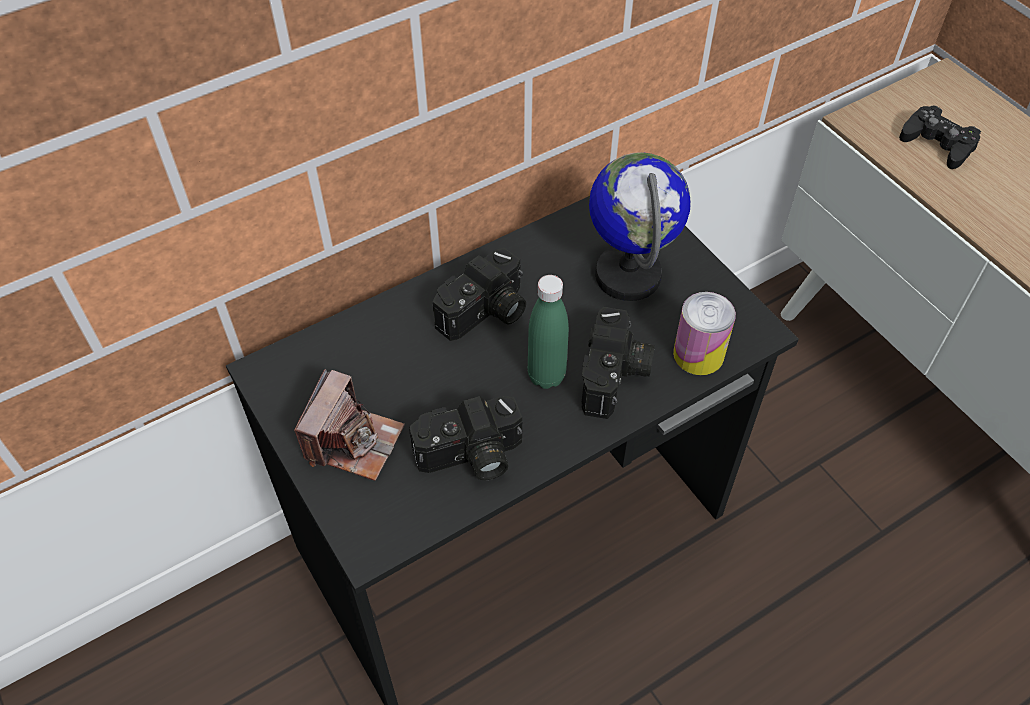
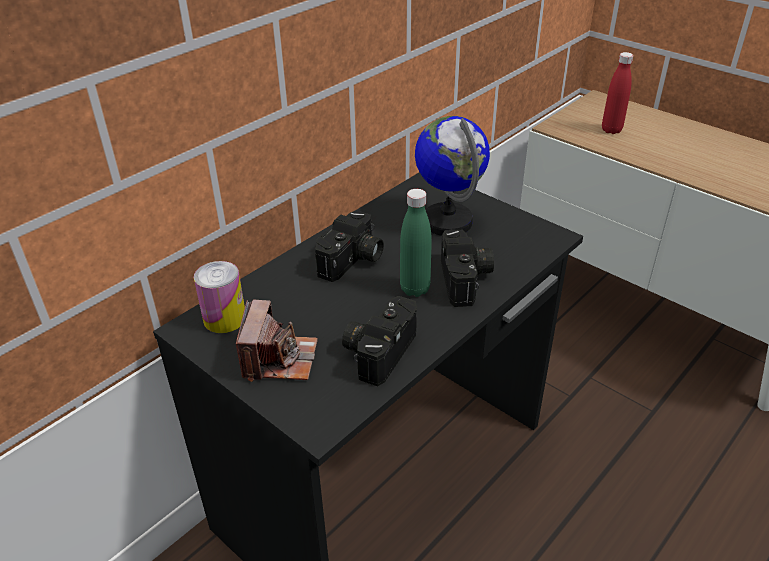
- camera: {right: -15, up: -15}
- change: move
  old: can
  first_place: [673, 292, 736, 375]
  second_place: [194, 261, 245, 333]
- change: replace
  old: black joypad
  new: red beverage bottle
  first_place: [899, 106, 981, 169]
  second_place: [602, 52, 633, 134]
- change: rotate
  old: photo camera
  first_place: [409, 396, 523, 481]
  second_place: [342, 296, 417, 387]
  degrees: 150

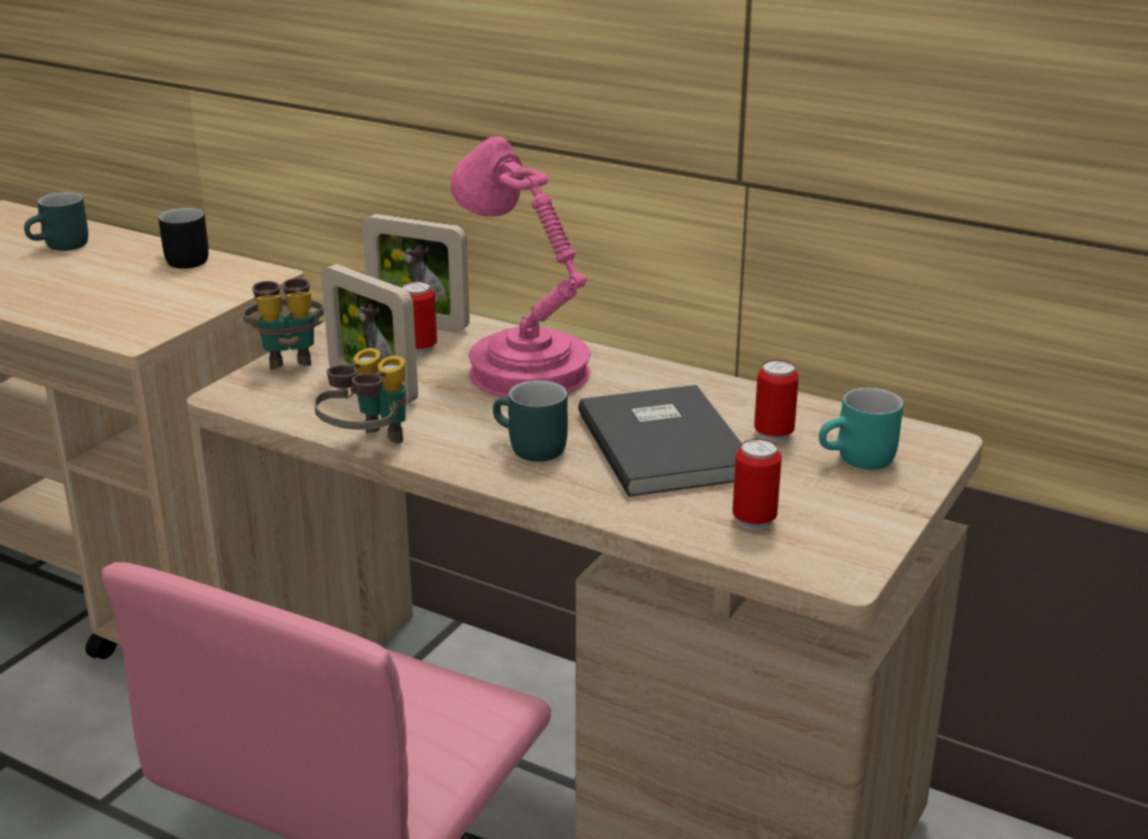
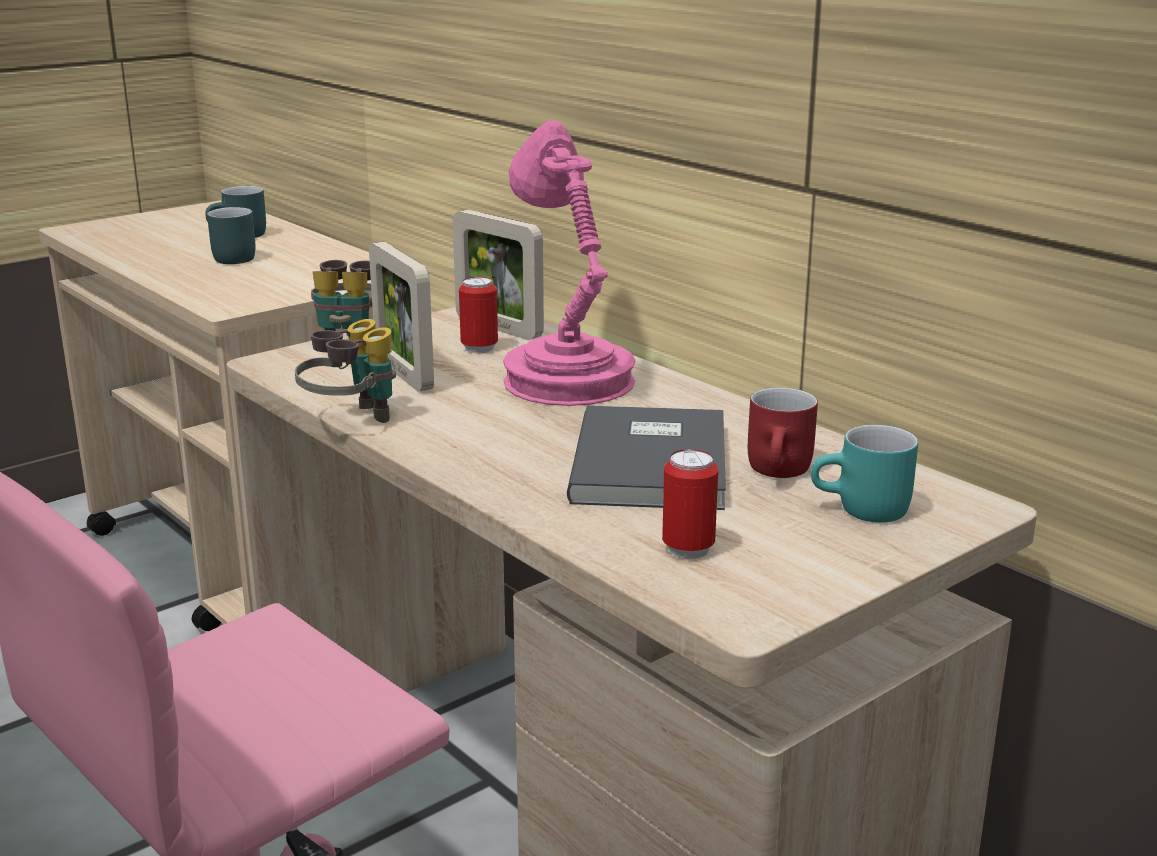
- camera: {right: 20, up: -5}
- change: delete
  old: black mug
  first_place: [158, 208, 209, 269]
- change: move
  old: turquoise mug
  first_place: [493, 380, 568, 462]
  second_place: [207, 207, 256, 264]
- change: replace
  old: can
  new: red mug
  first_place: [754, 360, 799, 442]
  second_place: [748, 388, 818, 478]

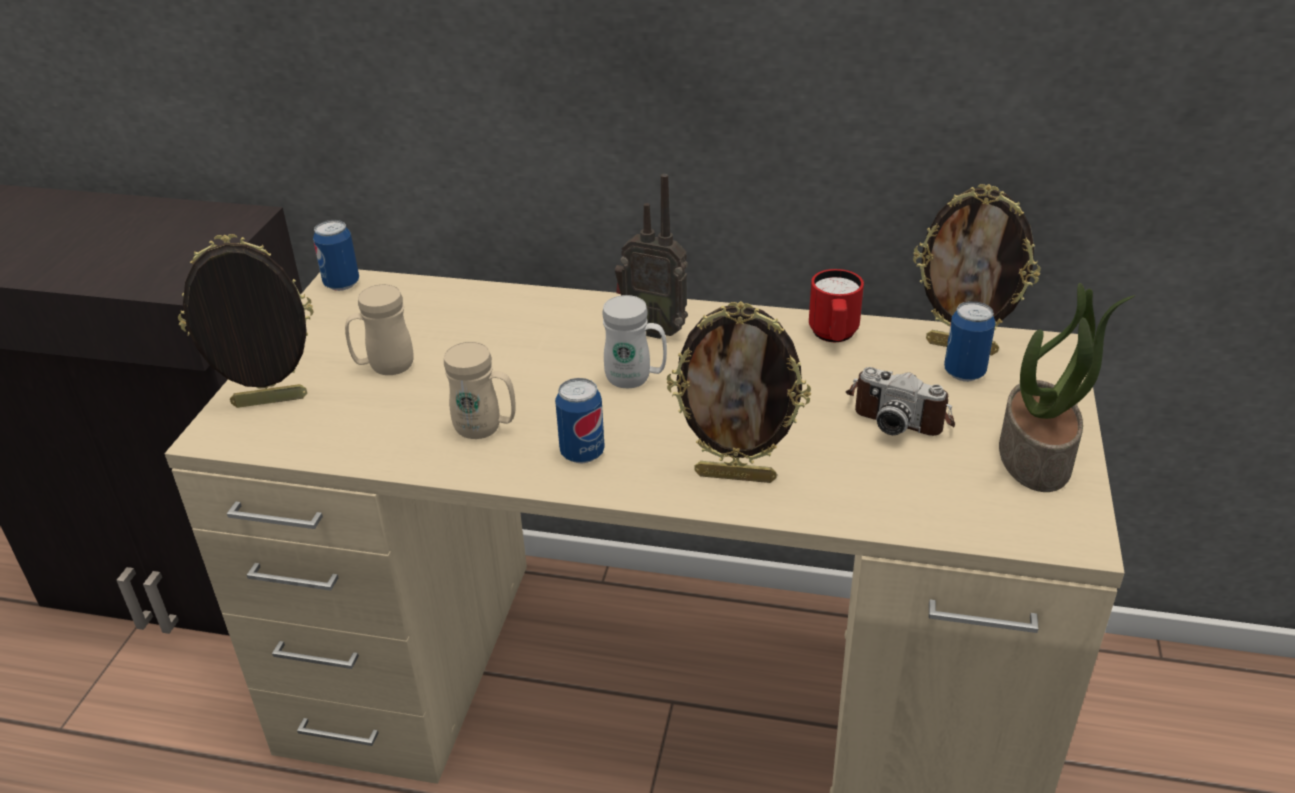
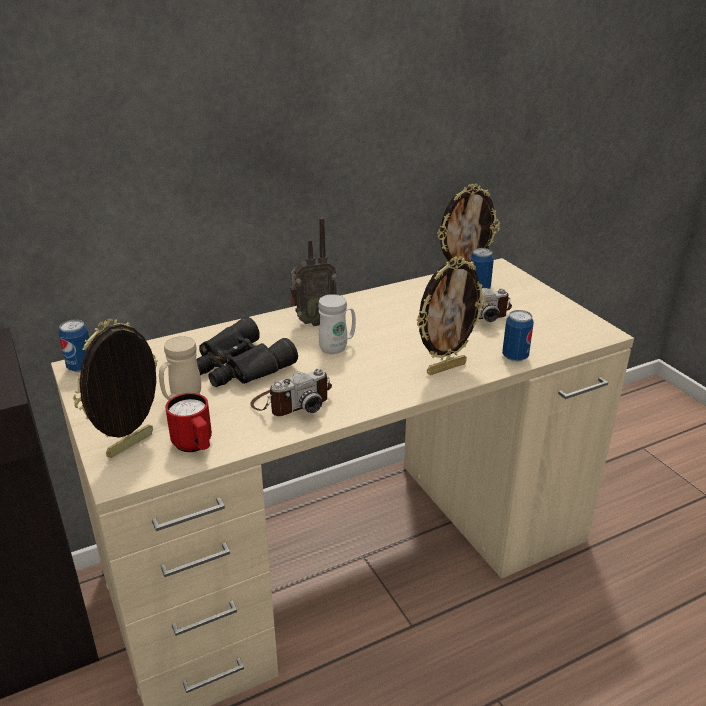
- camera: {right: -40, up: -5}
- change: delete
  old: potted plant
  first_place: [999, 283, 1135, 492]
- change: insert
  new: black binoculars
  second_place: [197, 317, 298, 387]
- change: move
  old: can
  first_place: [555, 378, 605, 463]
  second_place: [502, 310, 534, 362]
- change: move
  old: red mug
  first_place: [809, 269, 864, 342]
  second_place: [165, 393, 212, 452]
- change: replace
  old: sand-coloured mug
  new: photo camera
  first_place: [444, 342, 516, 439]
  second_place: [250, 368, 332, 416]

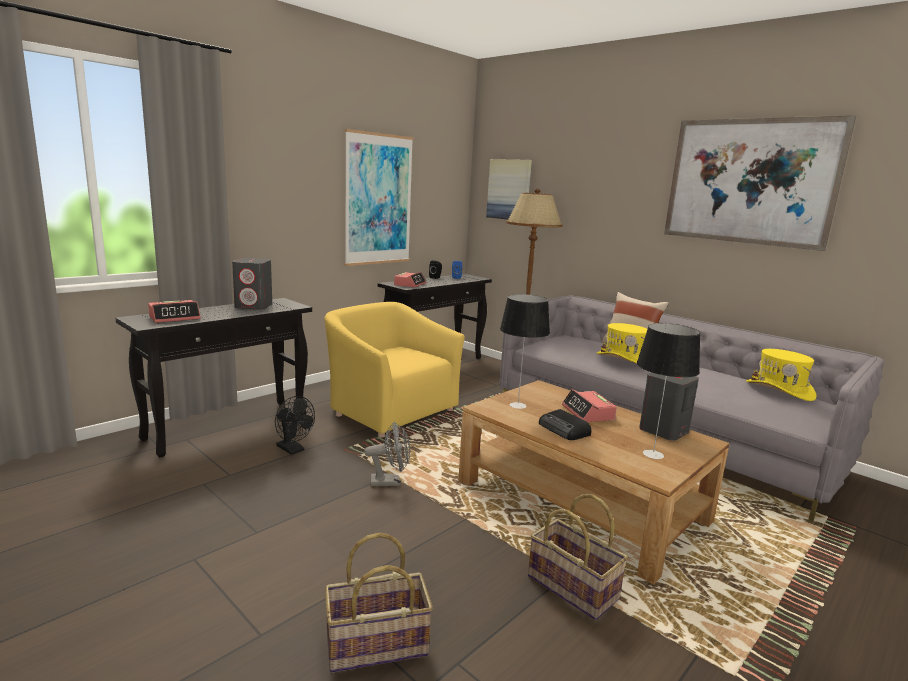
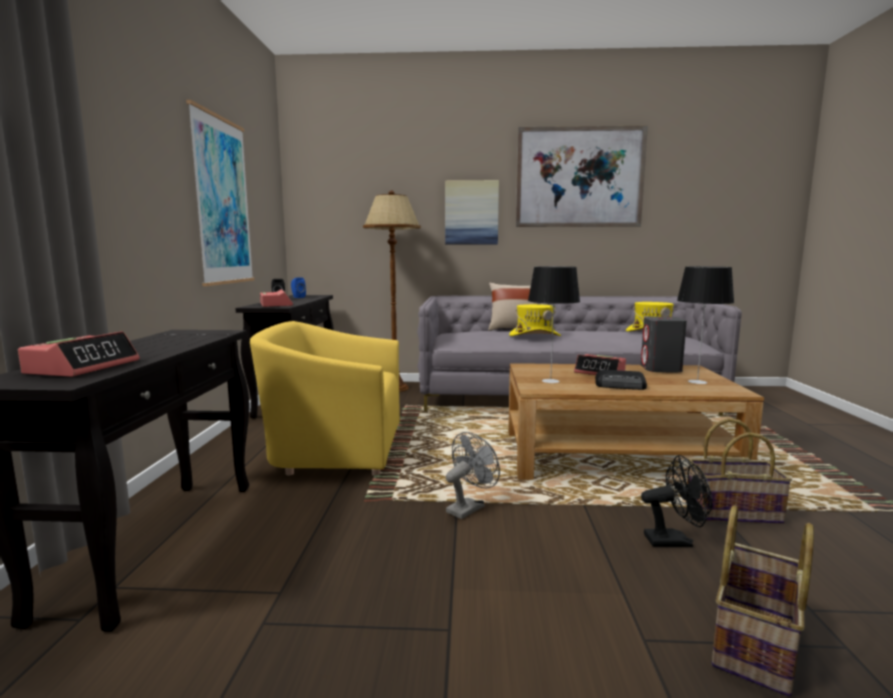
- camera: {right: -40, up: -5}
- change: delete
  old: greyish loudspeaker
  first_place: [232, 258, 272, 310]
- change: move
  old: black fan
  first_place: [275, 396, 315, 455]
  second_place: [641, 455, 712, 547]
- change: move
  old: wall art
  first_place: [486, 159, 532, 220]
  second_place: [445, 180, 499, 245]

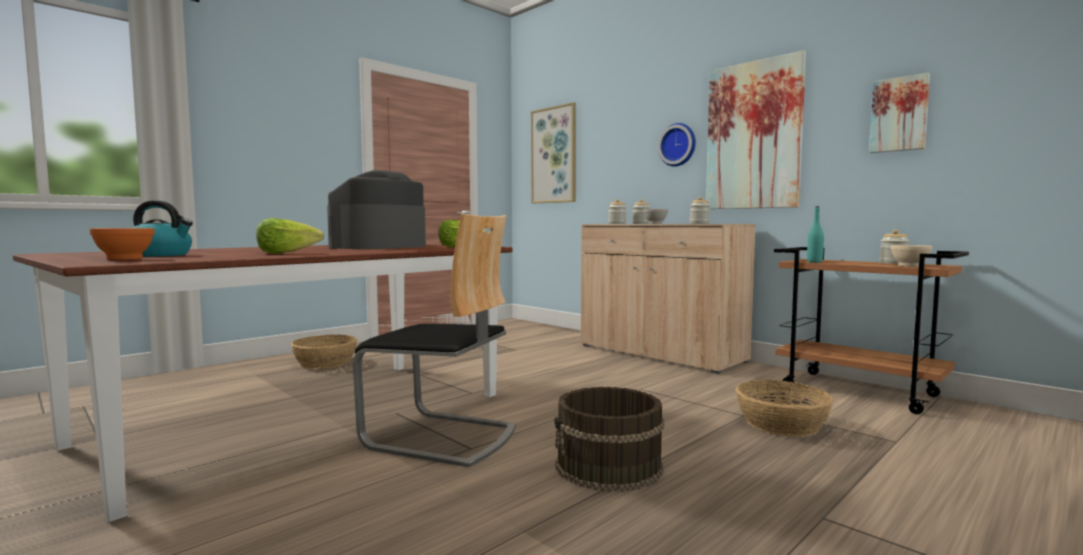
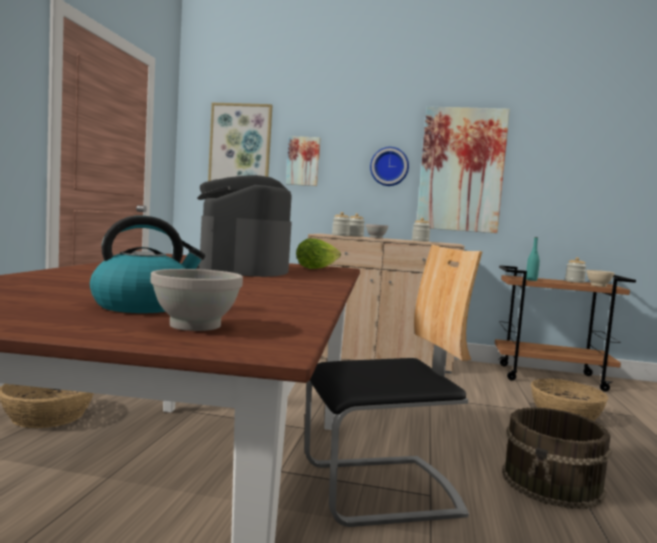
- camera: {right: -35, up: 0}
- change: delete
  old: head of lettuce
  first_place: [256, 218, 324, 254]
- change: move
  old: wall art
  first_place: [869, 73, 930, 153]
  second_place: [286, 136, 320, 186]
- change: recolor
  old: orangey bowl
  new: white bowl
  first_place: [89, 228, 155, 260]
  second_place: [150, 269, 243, 331]

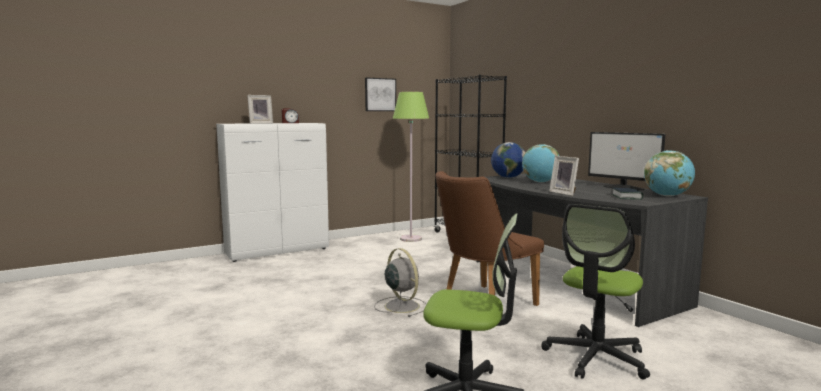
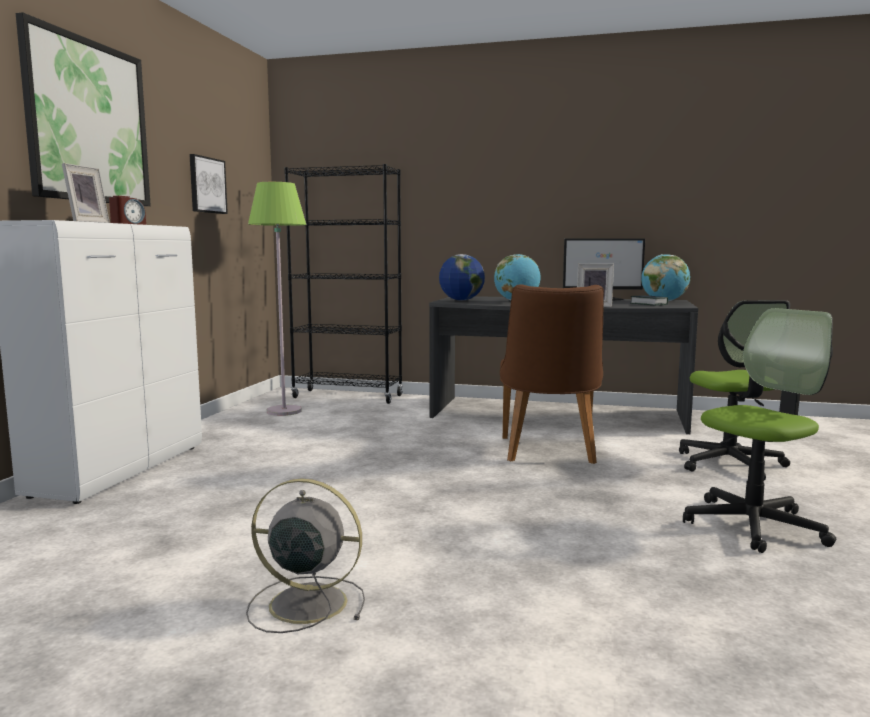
- camera: {right: -45, up: 0}
- change: insert
  new: wall art
  second_place: [16, 12, 151, 206]
- change: move
  old: greyish fan
  first_place: [374, 248, 426, 317]
  second_place: [246, 478, 365, 633]

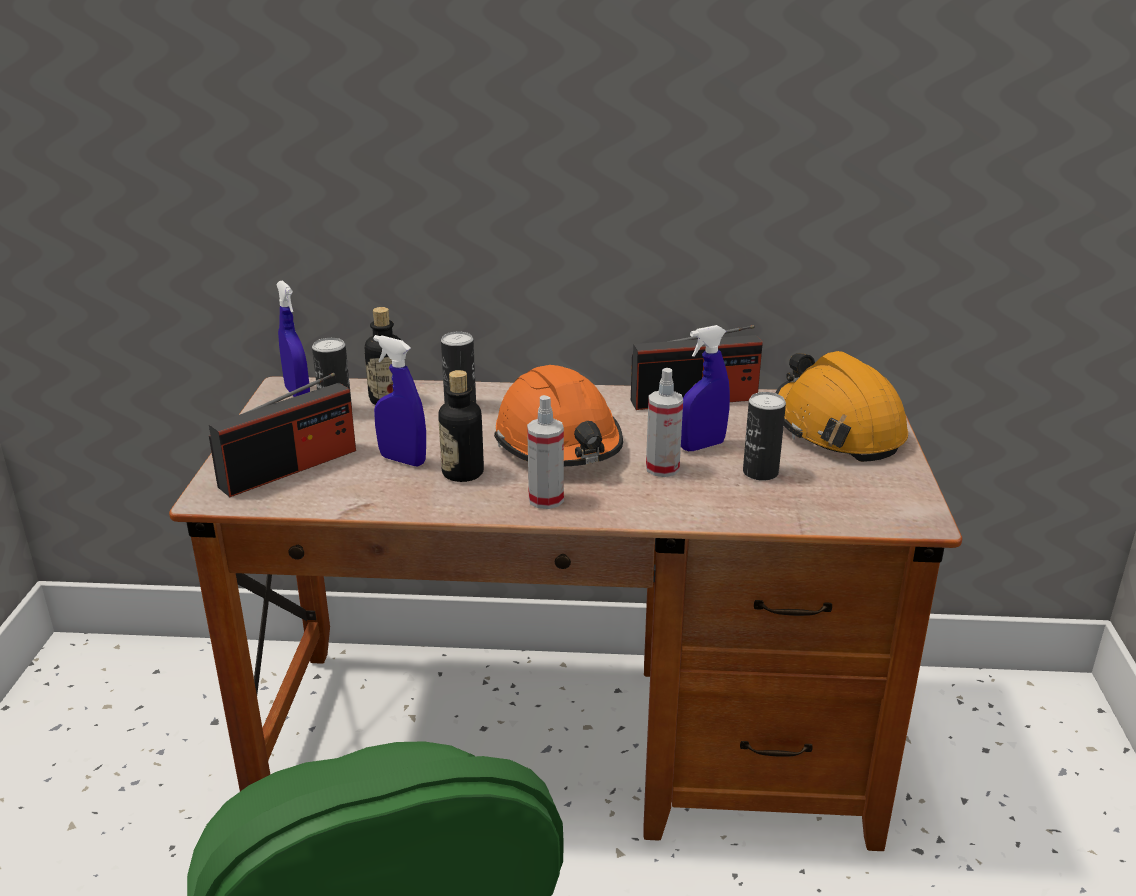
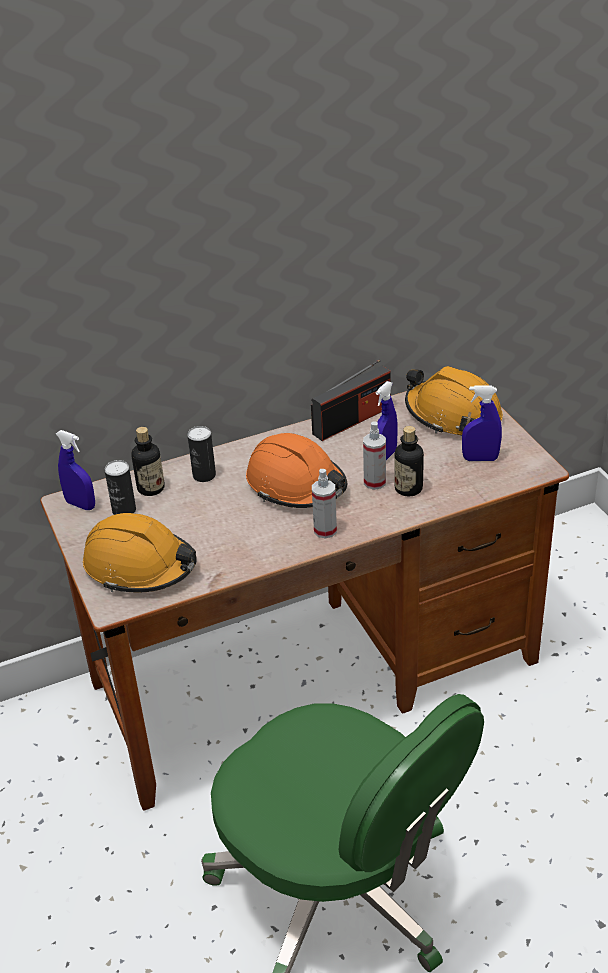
- camera: {right: -25, up: 10}
- change: delete
  old: can
  first_place: [743, 392, 786, 481]
- change: move
  old: blue hand sprayer
  first_place: [373, 335, 426, 467]
  second_place: [462, 386, 502, 461]
- change: move
  old: beverage bottle
  first_place: [438, 370, 484, 482]
  second_place: [394, 426, 424, 497]
- change: replace
  old: radio receiver
  new: orangey work helmet
  first_place: [209, 373, 356, 497]
  second_place: [83, 513, 197, 592]

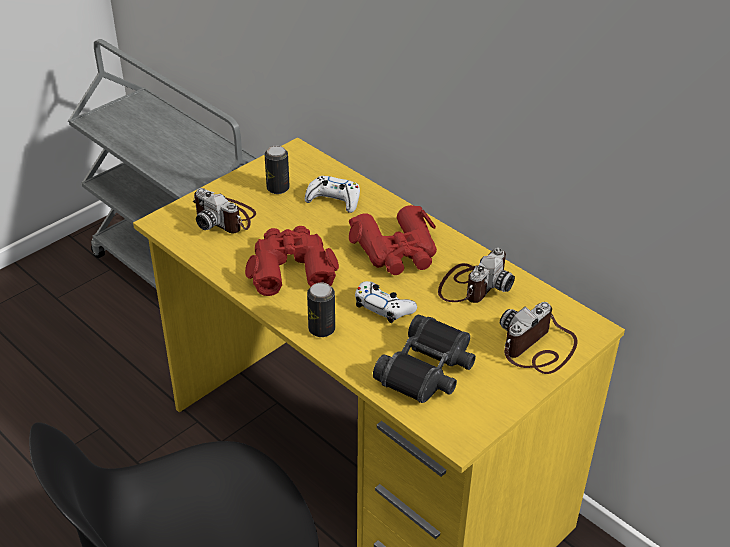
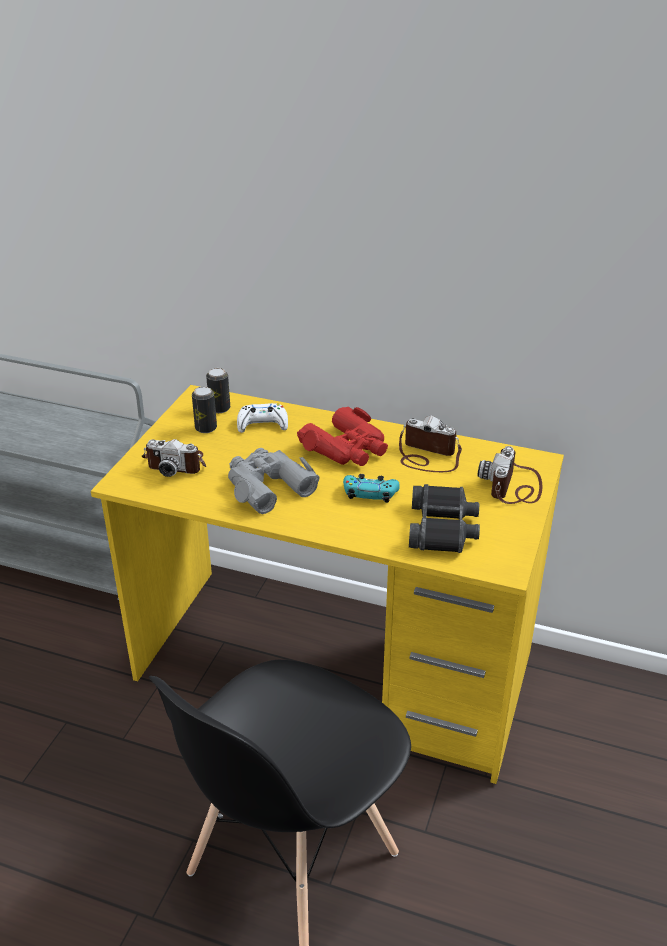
- camera: {right: -25, up: -5}
- change: move
  old: can
  first_place: [307, 283, 335, 337]
  second_place: [206, 368, 230, 413]
- change: recolor
  old: red binoculars
  new: greyish binoculars
  first_place: [245, 226, 339, 296]
  second_place: [228, 448, 320, 514]
- change: recolor
  old: white joypad
  new: turquoise joypad
  first_place: [355, 281, 417, 323]
  second_place: [343, 474, 400, 503]
- change: rotate
  old: photo camera
  first_place: [438, 248, 515, 303]
  second_place: [399, 416, 462, 472]
  degrees: -75

